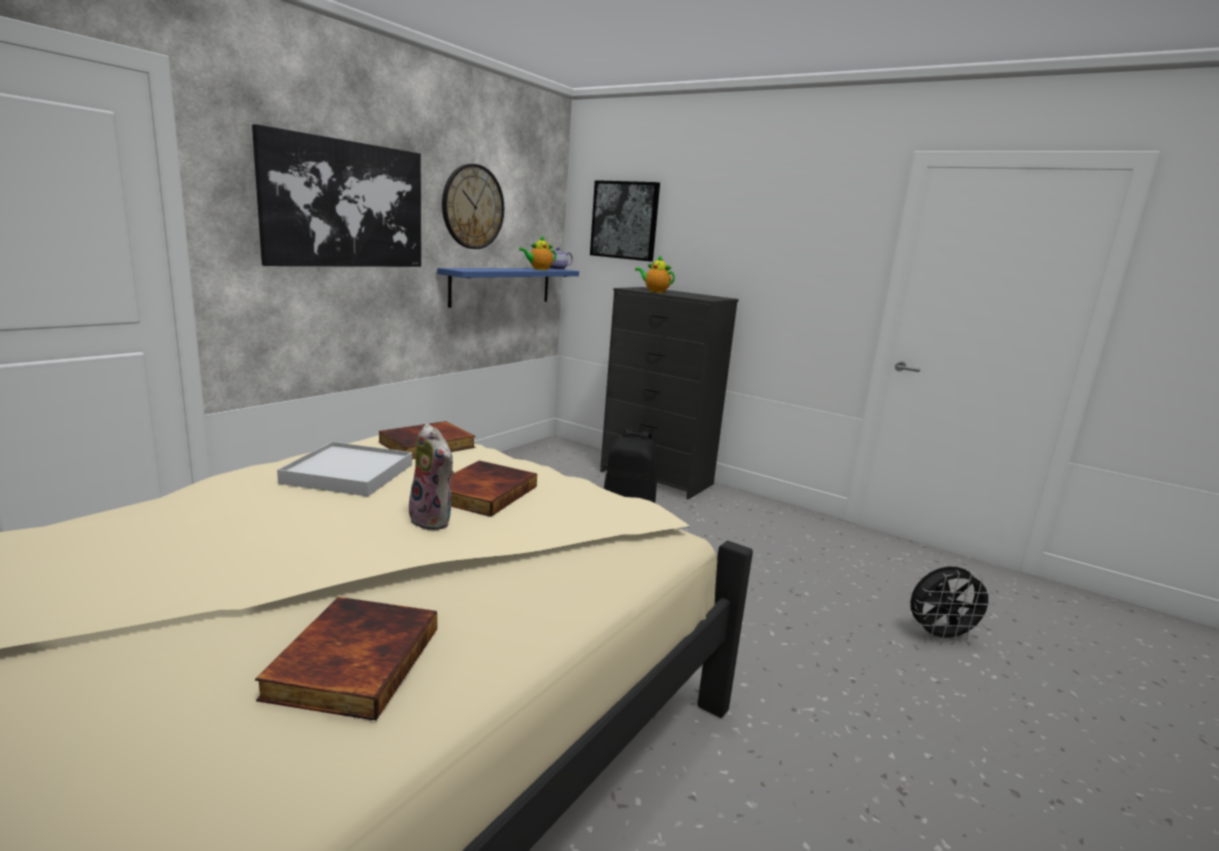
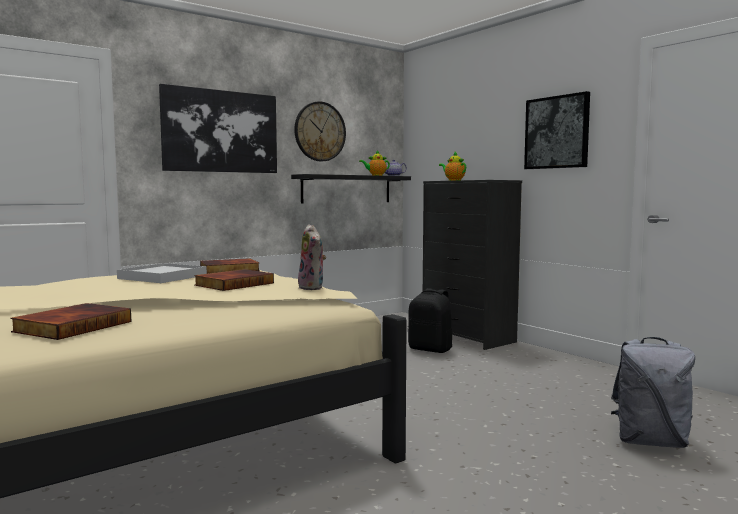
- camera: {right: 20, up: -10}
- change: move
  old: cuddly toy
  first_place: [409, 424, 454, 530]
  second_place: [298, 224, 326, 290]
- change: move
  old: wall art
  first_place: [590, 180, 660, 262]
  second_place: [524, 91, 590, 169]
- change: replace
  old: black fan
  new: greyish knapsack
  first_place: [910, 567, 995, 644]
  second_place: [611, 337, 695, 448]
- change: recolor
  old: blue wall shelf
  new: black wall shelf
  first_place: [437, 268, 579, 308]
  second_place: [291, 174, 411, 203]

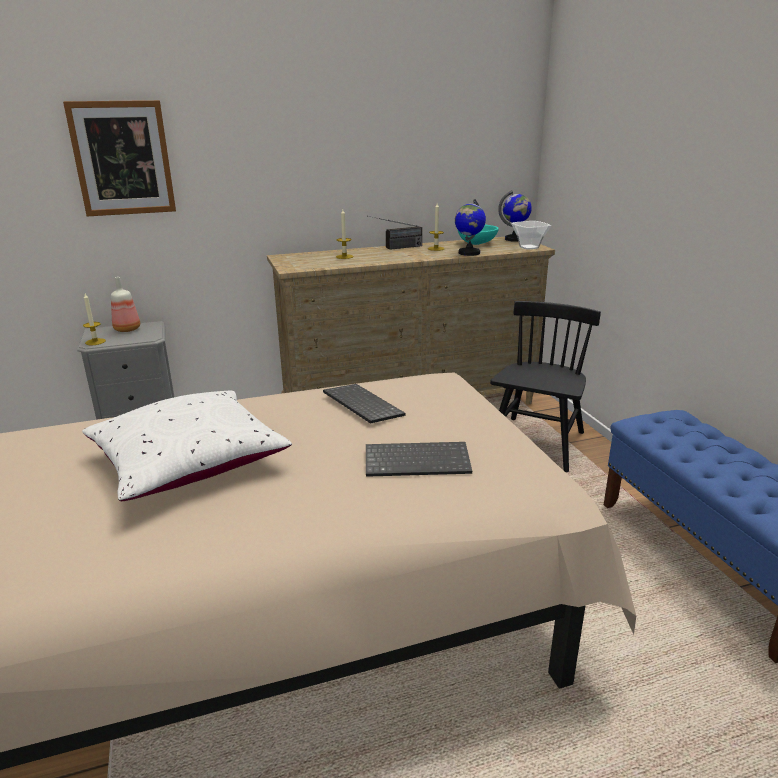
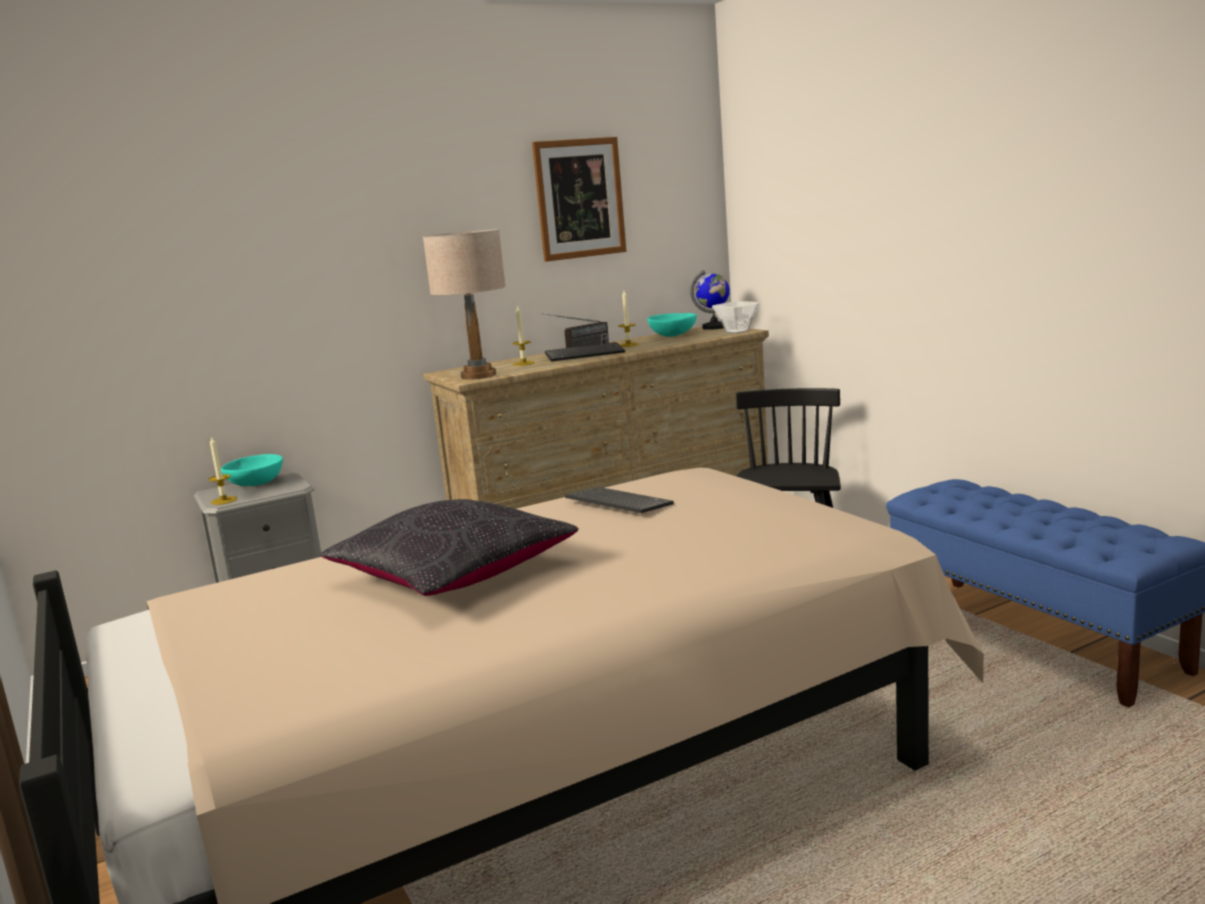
- camera: {right: -10, up: -10}
- change: delete
  old: desk globe
  first_place: [455, 199, 486, 256]
- change: insert
  new: sand-coloured lamp for a table
  second_place: [423, 229, 506, 380]
- change: move
  old: wall art
  first_place: [63, 100, 176, 216]
  second_place: [532, 137, 626, 262]
- change: move
  old: keyboard
  first_place: [366, 442, 472, 477]
  second_place: [545, 342, 625, 362]
- change: replace
  old: beverage bottle
  new: turquoise bowl
  first_place: [111, 277, 140, 332]
  second_place: [221, 454, 283, 486]
- change: recolor
  old: white throw pillow
  new: black throw pillow
  first_place: [82, 391, 292, 501]
  second_place: [320, 499, 579, 596]

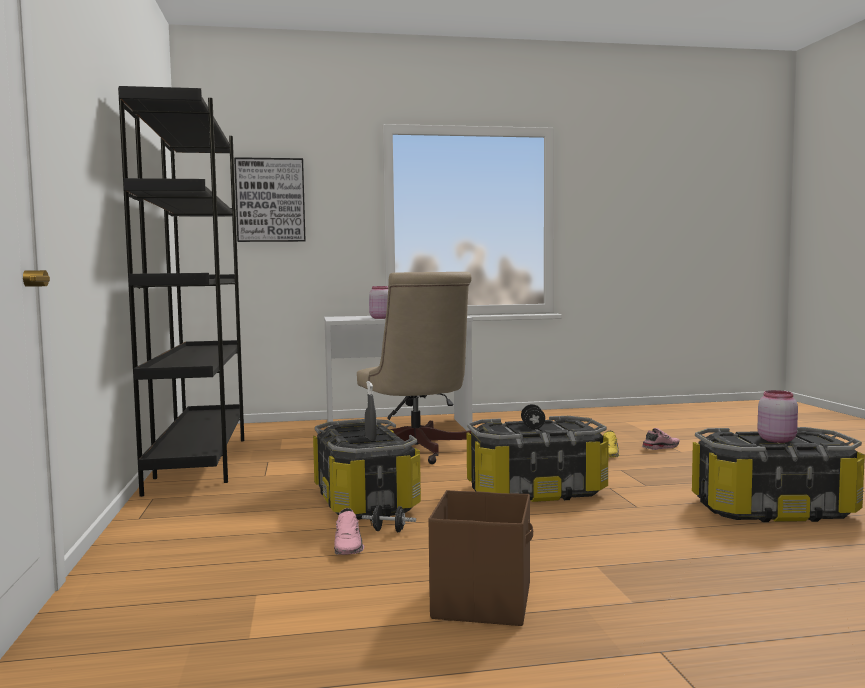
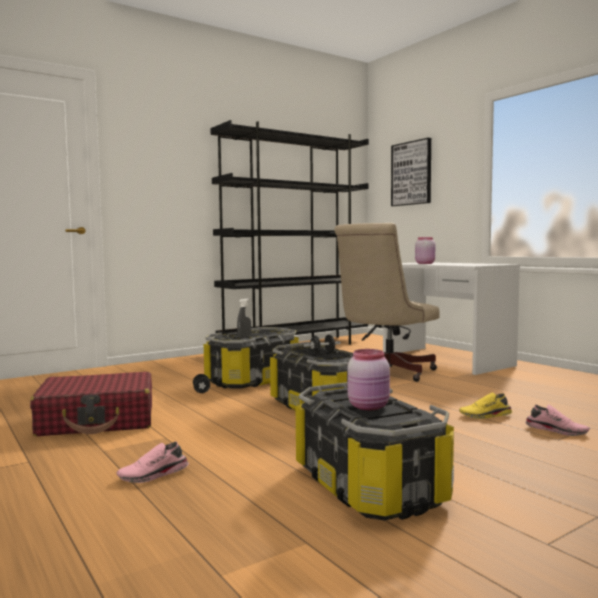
- camera: {right: 65, up: 0}
- change: move
  old: pinkish shoe
  first_place: [334, 508, 364, 555]
  second_place: [116, 442, 189, 483]
- change: replace
  old: brown storage box
  new: red piece of luggage
  first_place: [429, 490, 533, 626]
  second_place: [30, 372, 152, 436]

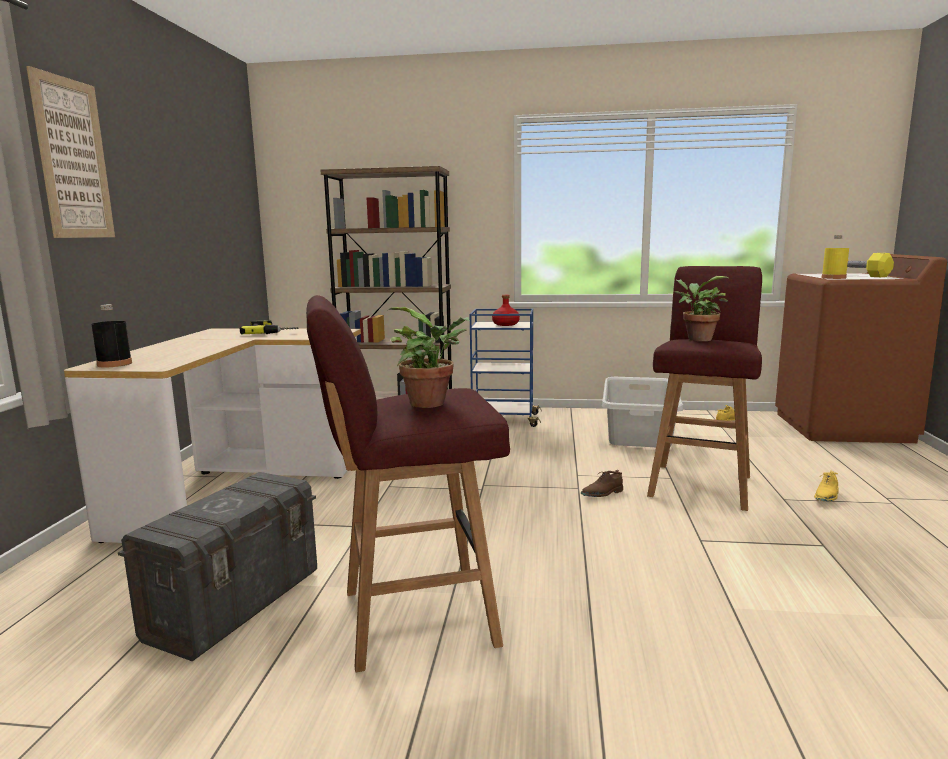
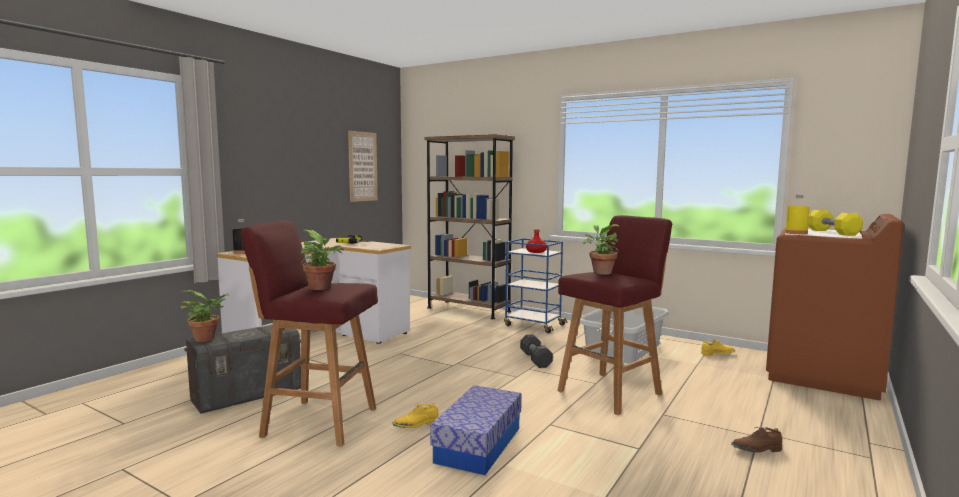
- camera: {right: 25, up: -5}
- change: insert
  new: potted plant
  second_place: [180, 290, 229, 342]
- change: insert
  new: storage box
  second_place: [430, 385, 522, 475]
- change: insert
  new: black free weight
  second_place: [520, 334, 553, 368]
- change: move
  old: wall art
  first_place: [26, 66, 115, 238]
  second_place: [348, 131, 378, 202]
- change: move
  old: brown shoe
  first_place: [581, 470, 623, 497]
  second_place: [731, 427, 782, 453]
- change: move
  old: yellow-coloured shoe
  first_place: [814, 471, 839, 501]
  second_place: [392, 403, 438, 428]

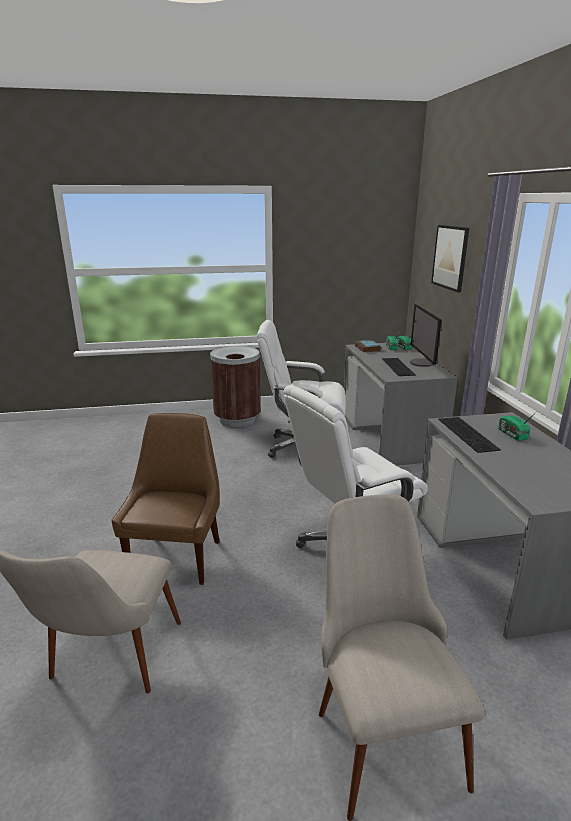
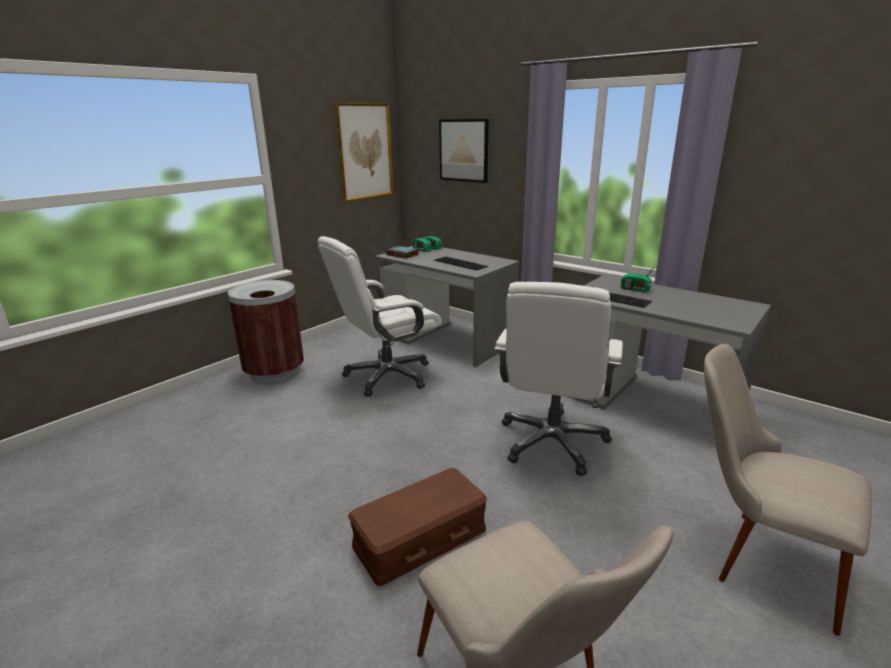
- camera: {right: -40, up: 0}
- change: delete
  old: computer screen
  first_place: [410, 304, 442, 367]
- change: insert
  new: wall art
  second_place: [335, 102, 394, 201]
- change: replace
  old: brown upright chair
  new: brown storage box
  first_place: [111, 413, 220, 585]
  second_place: [348, 468, 487, 586]

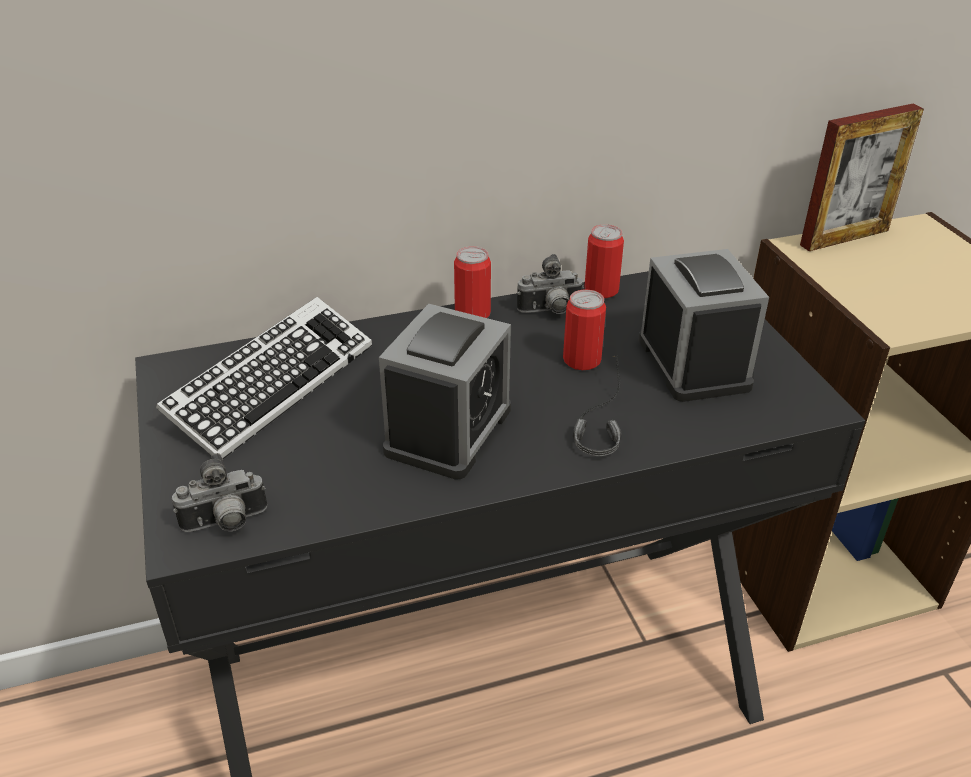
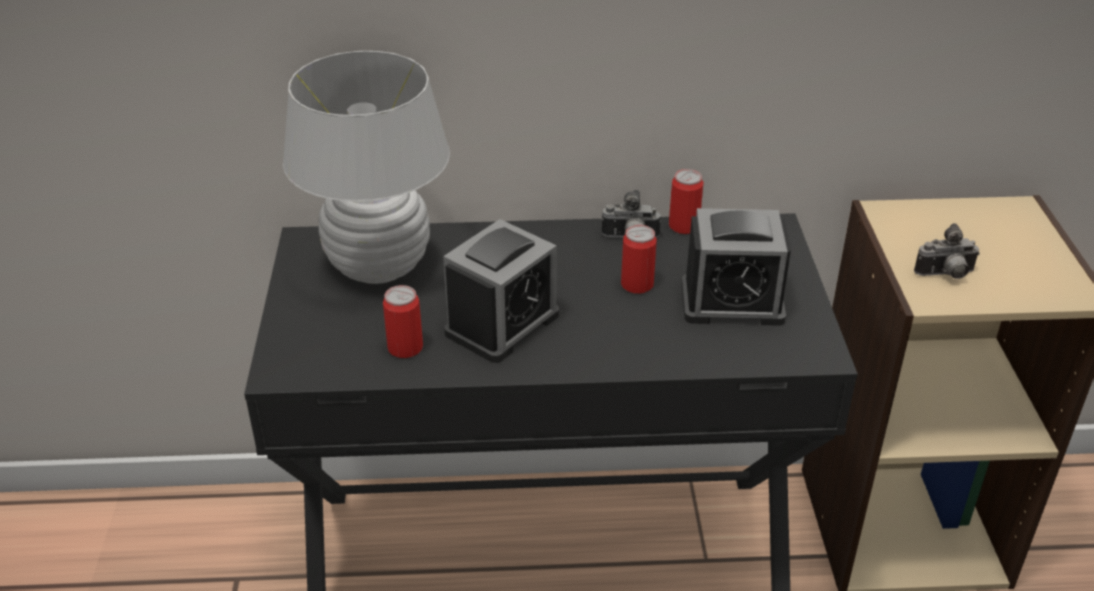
- camera: {right: 15, up: 0}
- change: delete
  old: pair of headphones
  first_place: [573, 355, 621, 456]
- change: delete
  old: standing frame
  first_place: [800, 104, 924, 251]
- change: move
  old: photo camera
  first_place: [172, 453, 267, 532]
  second_place: [914, 223, 980, 279]
- change: move
  old: can
  first_place: [454, 246, 491, 318]
  second_place: [383, 285, 423, 358]
- change: replace
  old: keyboard
  new: white lamp for a table
  first_place: [156, 297, 372, 460]
  second_place: [283, 51, 450, 284]
- change: rotate
  old: table clock
  first_place: [638, 249, 769, 402]
  second_place: [681, 208, 791, 326]
  degrees: 90

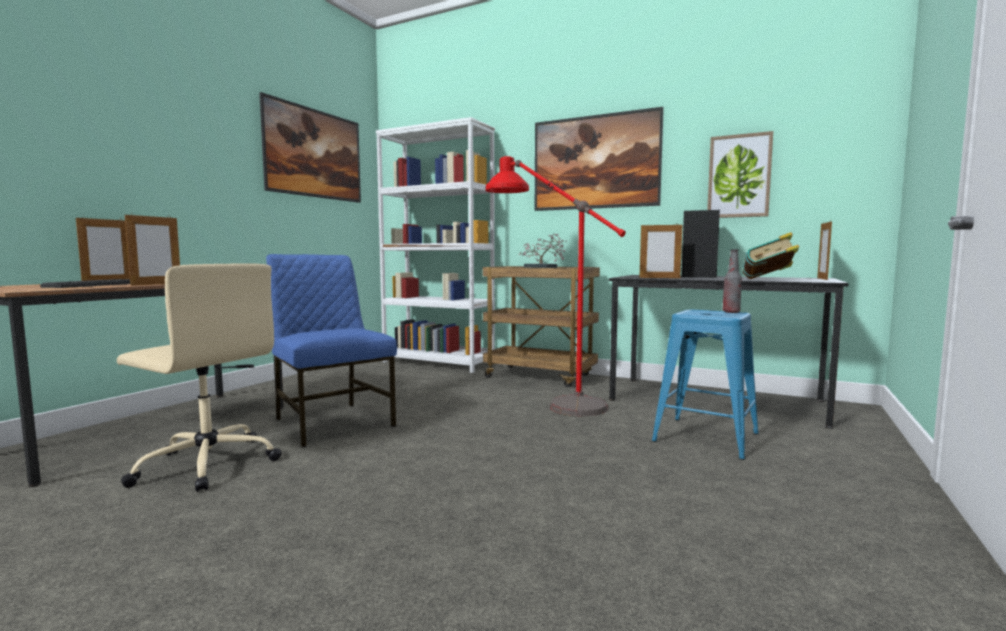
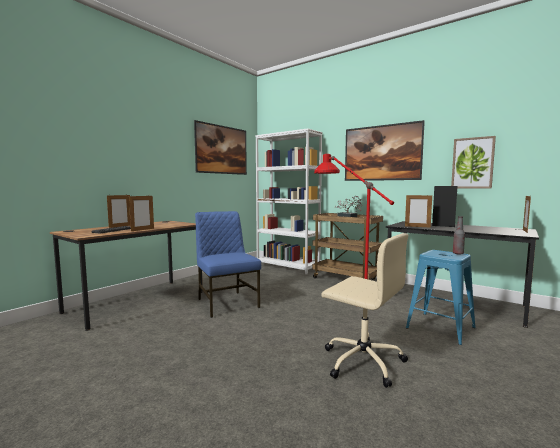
- camera: {right: 10, up: 0}
- change: delete
  old: book
  first_place: [743, 232, 799, 279]
- change: move
  old: sand-coloured computer chair
  first_place: [117, 264, 282, 492]
  second_place: [321, 233, 409, 388]

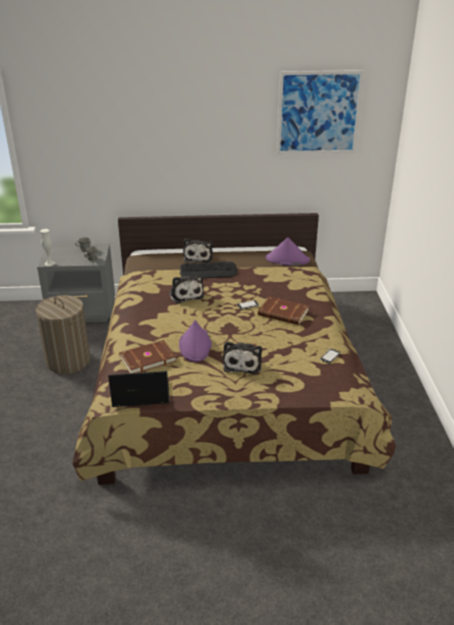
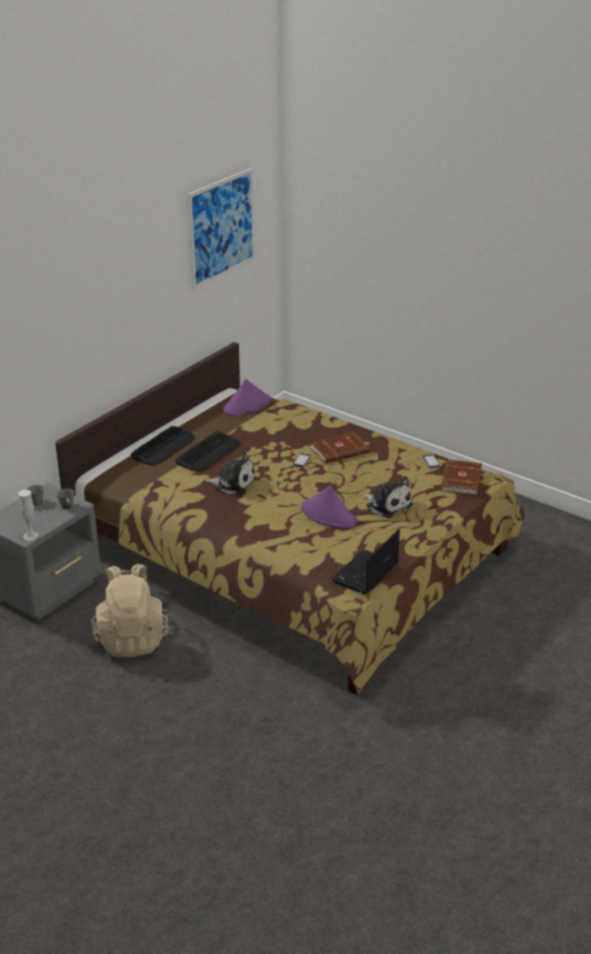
- camera: {right: -50, up: 0}
- change: move
  old: brown book
  first_place: [119, 340, 177, 373]
  second_place: [440, 459, 482, 495]
- change: replace
  old: laundry basket
  new: sand-coloured knapsack
  first_place: [36, 295, 90, 374]
  second_place: [91, 564, 169, 657]
- change: replace
  old: cuddly toy
  new: keyboard
  first_place: [183, 239, 213, 263]
  second_place: [131, 426, 196, 465]

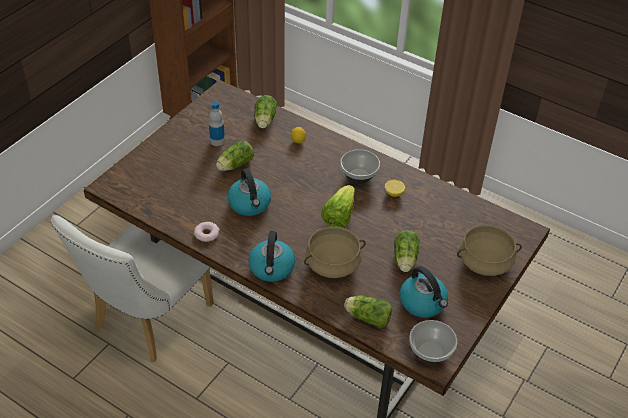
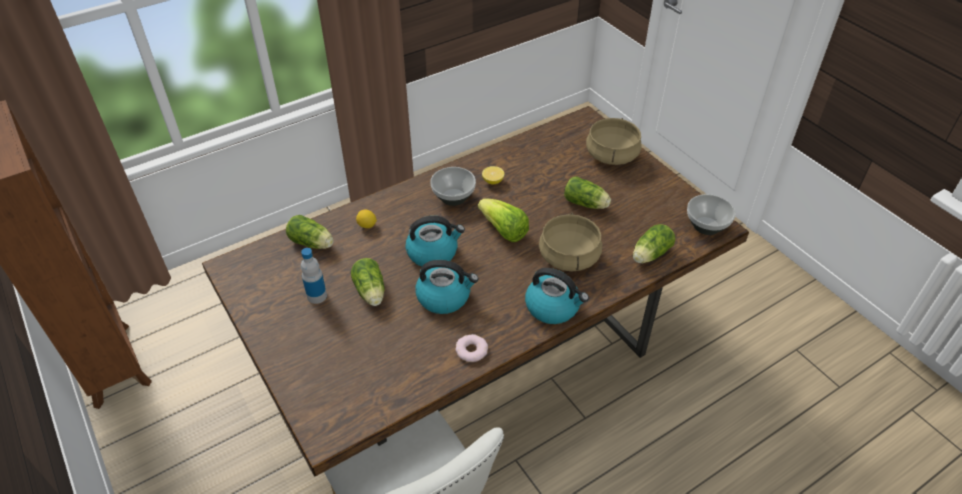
- camera: {right: -65, up: 0}
- change: move
  old: kettle
  first_place: [400, 266, 448, 318]
  second_place: [406, 216, 465, 266]

